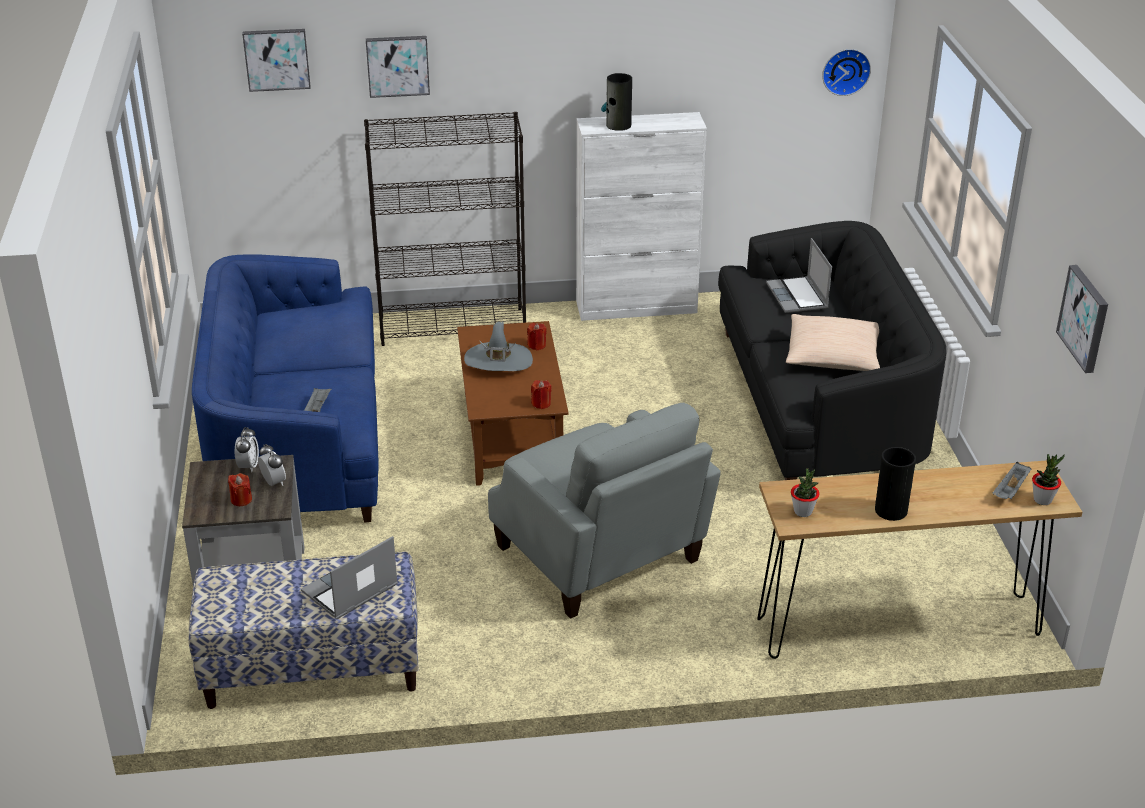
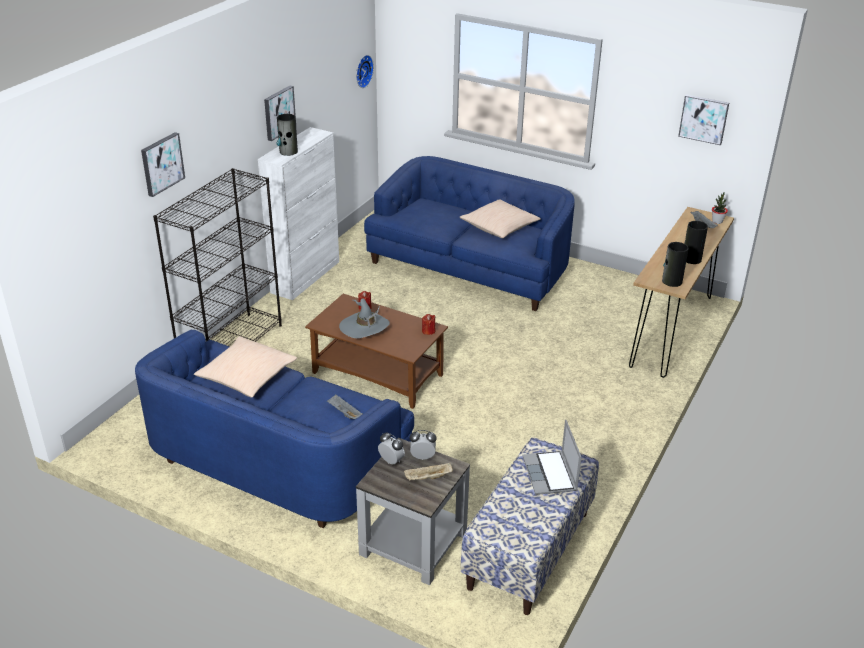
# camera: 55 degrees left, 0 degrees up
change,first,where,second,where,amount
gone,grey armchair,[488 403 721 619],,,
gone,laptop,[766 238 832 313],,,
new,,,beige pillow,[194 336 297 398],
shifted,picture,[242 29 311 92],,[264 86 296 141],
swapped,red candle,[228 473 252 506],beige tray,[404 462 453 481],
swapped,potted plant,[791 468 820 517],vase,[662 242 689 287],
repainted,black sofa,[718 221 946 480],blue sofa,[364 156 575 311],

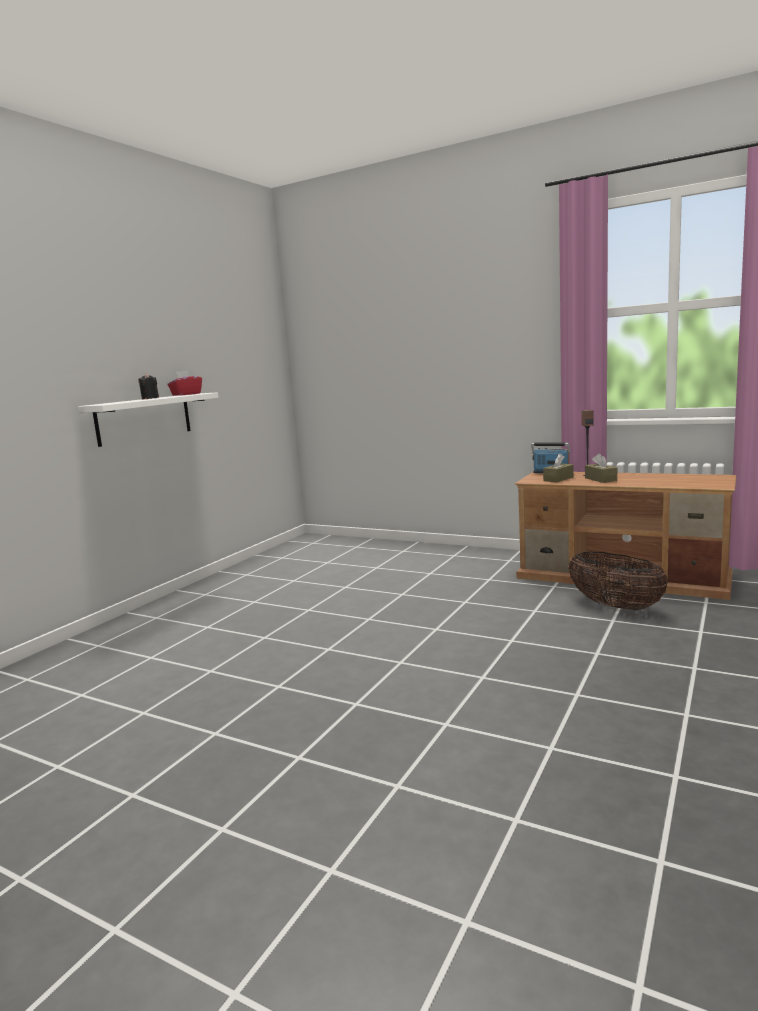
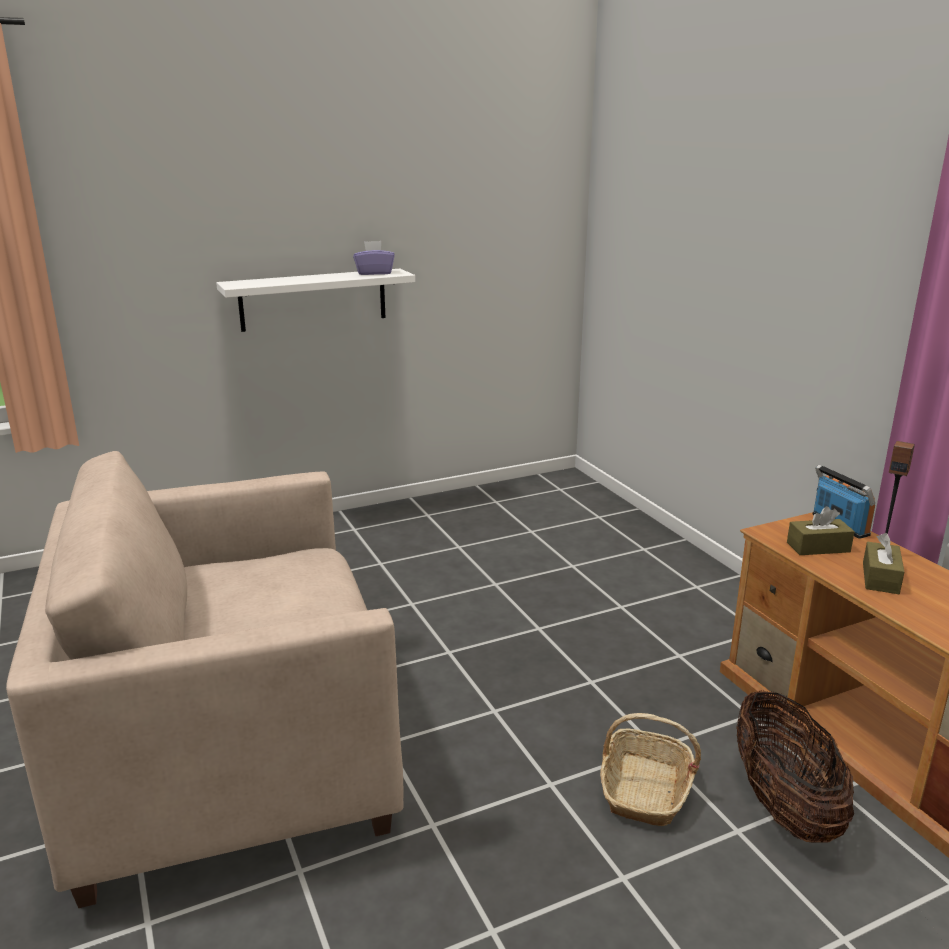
# camera: 35 degrees right, 10 degrees up
change,first,where,second,where,amount
gone,black candle,[138 374 159 399],,,
new,,,beige armchair,[6 451 404 908],
new,,,basket,[600 713 701 826],
repainted,red tissue box,[168 371 202 396],purple tissue box,[353 241 395 275],

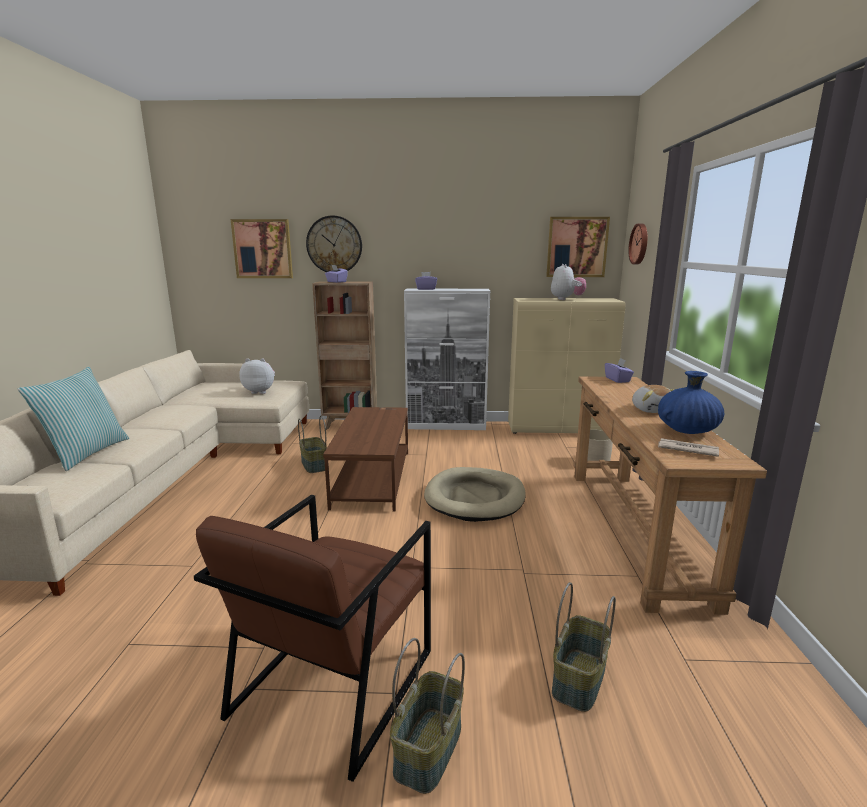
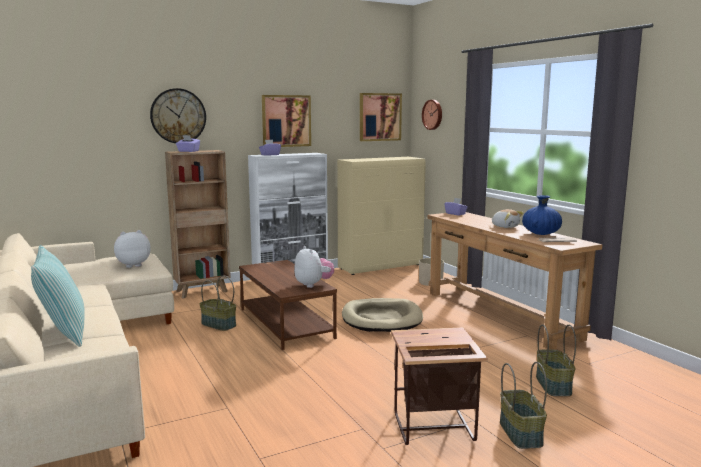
# camera: 30 degrees left, 5 degrees down
change,first,where,second,where,amount
shifted,picture,[231 219 293 278],,[262 95 311 147],
shifted,plush toy,[551 264 586 300],,[294 246 334 288],
swapped,brown armchair,[194 495 431 782],side table,[391 328 488 445],

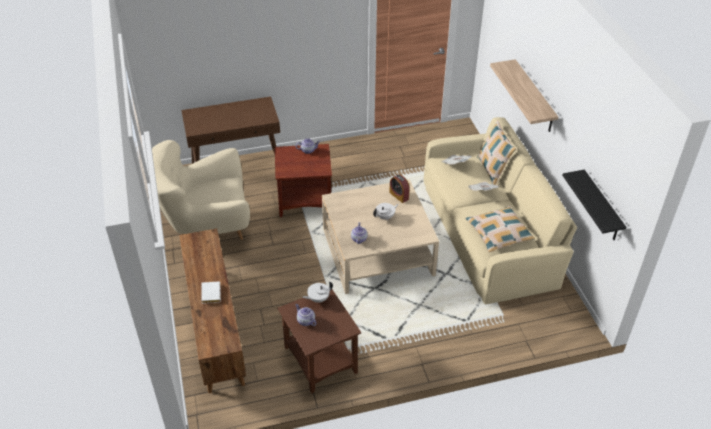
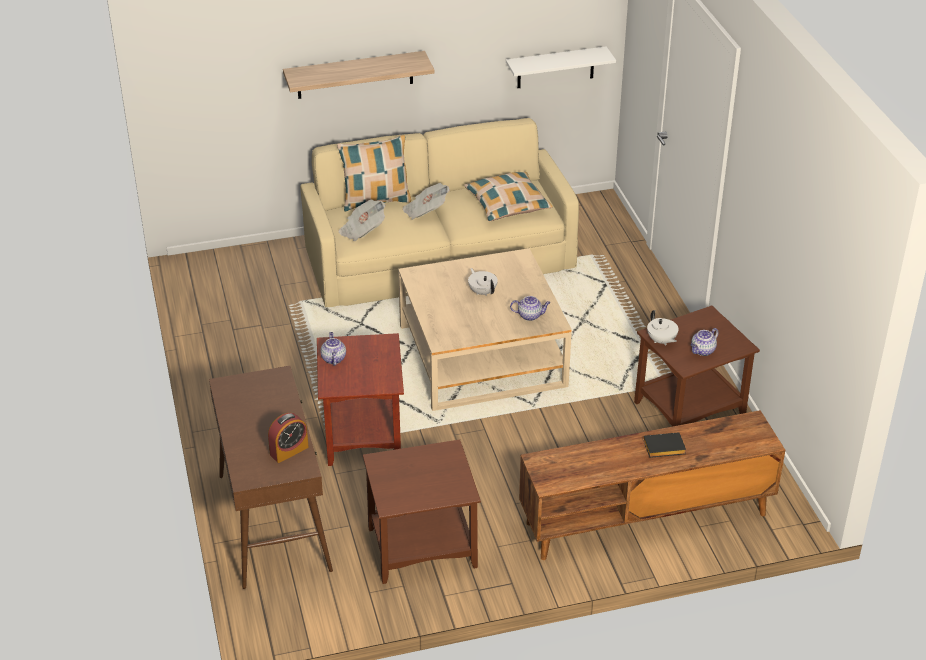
# camera: 90 degrees left, 5 degrees down
change,first,where,second,where,amount
shifted,alarm clock,[389 174 410 203],,[268 413 309 463],
swapped,beige armchair,[152 140 250 240],brown side table,[363 440 481 584],
repainted,white book,[201 281 221 304],black book,[643 432 686 458],
repainted,black shelf,[562 170 626 240],white shelf,[506 46 616 88],

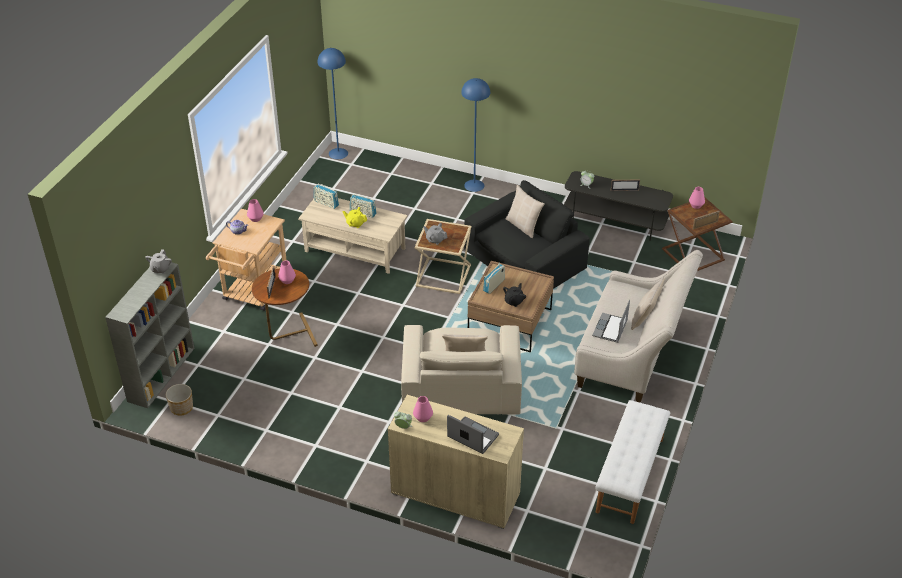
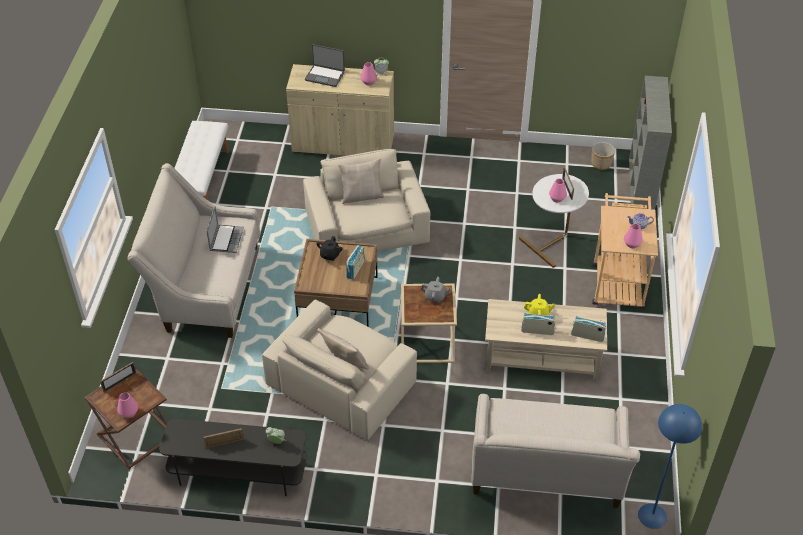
# camera: 165 degrees right, 5 degrees up
change,first,where,second,where,amount
gone,grey teapot,[145 249 172 274],,,
gone,blue floor lamp,[461 78 490 192],,,
gone,beige pillow,[631 277 665 330],,,
new,,,beige sofa,[471 394 640 508],
repainted,brown side table,[252 269 318 347],white side table,[519 174 589 268],
repainted,black armchair,[464 180 590 289],beige armchair,[262 299 417 440],

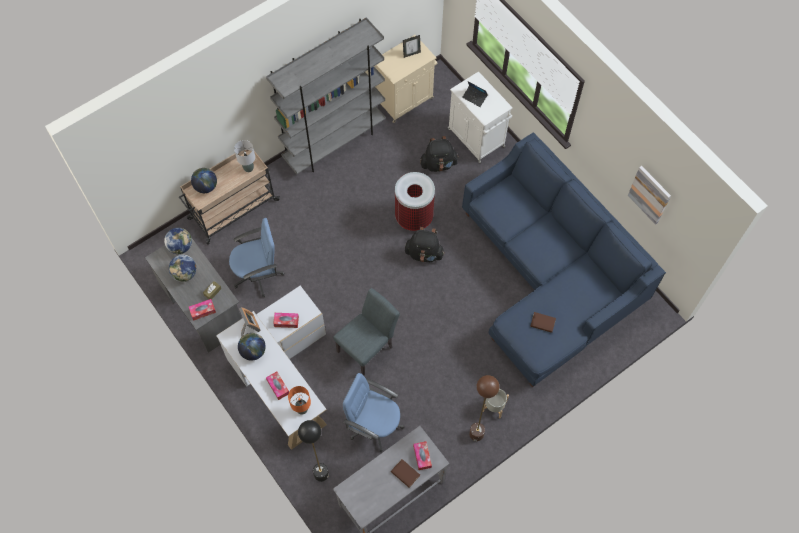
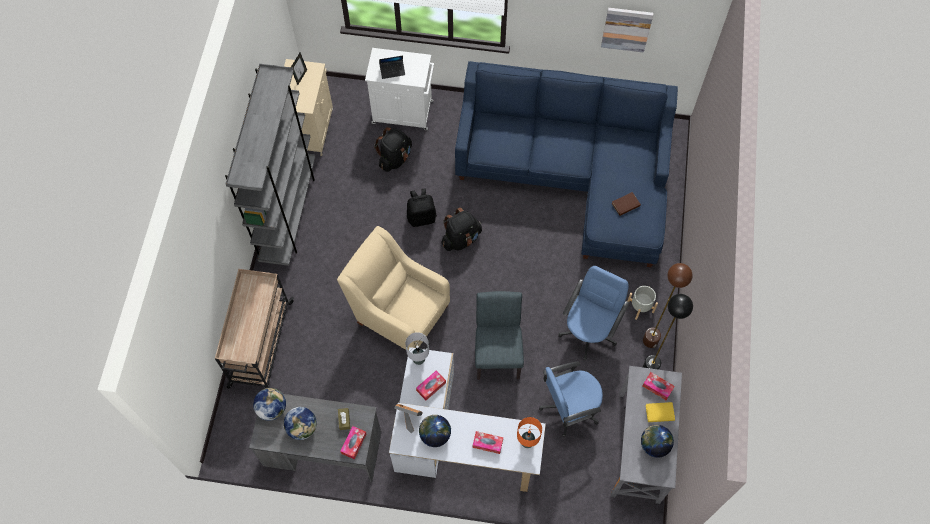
# camera: 45 degrees left, 0 degrees up
change,first,where,second,where,amount
new,,,beige armchair,[337 226 450 350],
shifted,globe,[191 168 217 193],,[641 425 674 458],
shifted,blue office chair,[229 218 284 297],,[558 266 629 360],
shifted,grey table lamp,[234 140 255 172],,[405 332 429 365],
shifted,black floor lamp,[298 420 329 482],,[643 294 693 370],
swapped,trash can,[395 172 435 231],black backpack,[407 188 437 227],
repainted,brown book,[391 459 420 488],yellow book,[646 402 675 422],

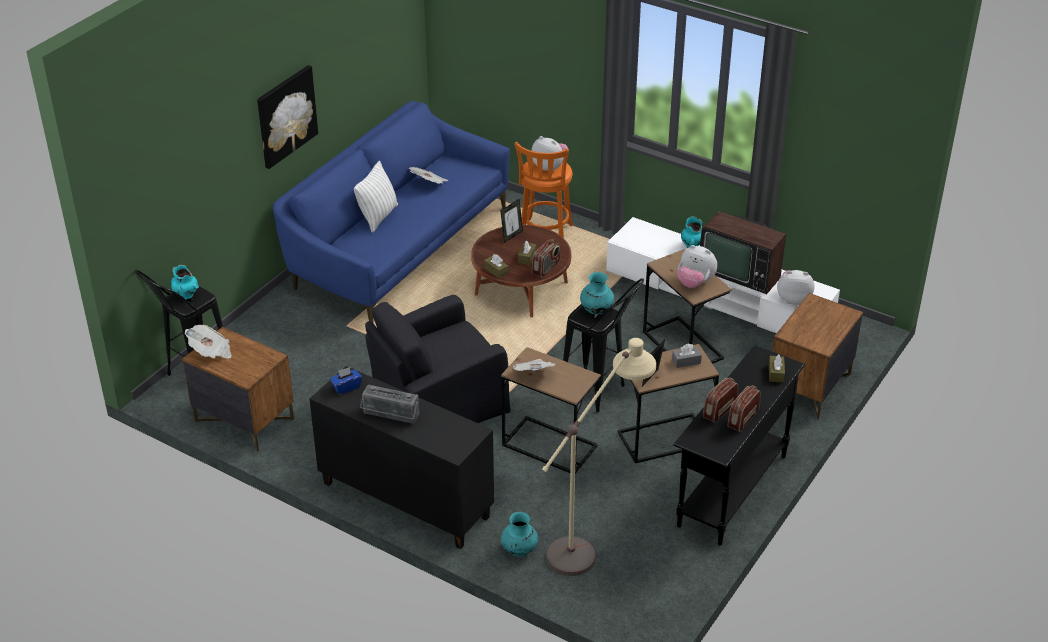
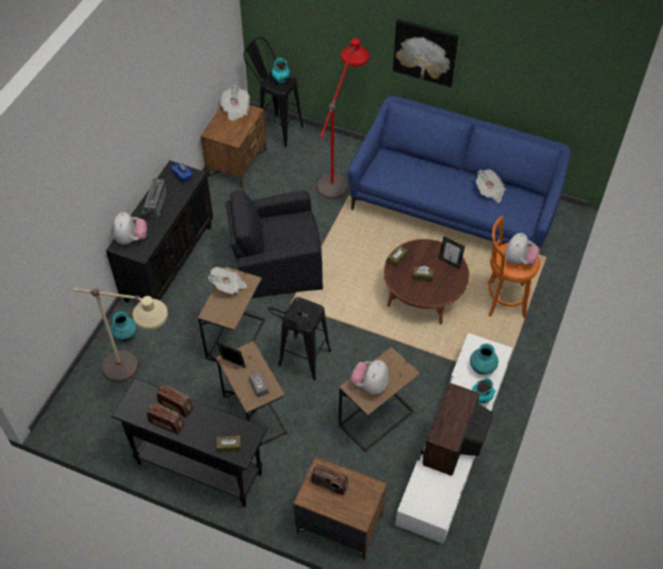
# camera: 80 degrees right, 15 degrees up
change,first,where,second,where,amount
gone,white pillow,[354 161 398 233],,,
new,,,red floor lamp,[317 38 369 199],
shifted,radio,[532 239 560 277],,[311 464 349 495],
shifted,turquoise vase,[580 272 614 314],,[470 344 498 374],
shifted,plush toy,[777 270 815 305],,[114 212 147 244],
rotated,black armchair,[365 295 511 423],,[226 190 323 299],60 degrees counterclockwise

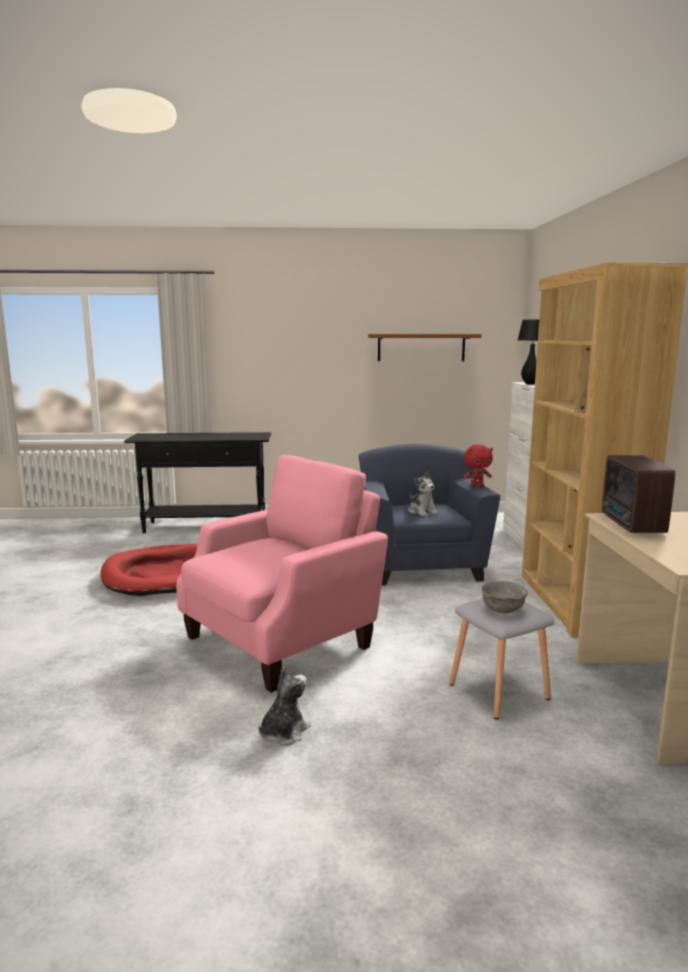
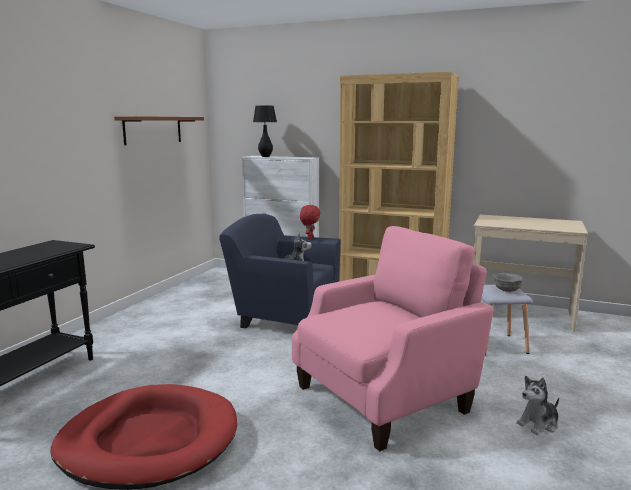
# camera: 65 degrees left, 0 degrees up
change,first,where,second,where,amount
gone,radio,[602 455 675 533],,,
rotated,pink armchair,[176 455 388 693],,[292 226 494 451],75 degrees clockwise
rotated,plush toy,[258 667 310 746],,[517 376 559 435],90 degrees counterclockwise

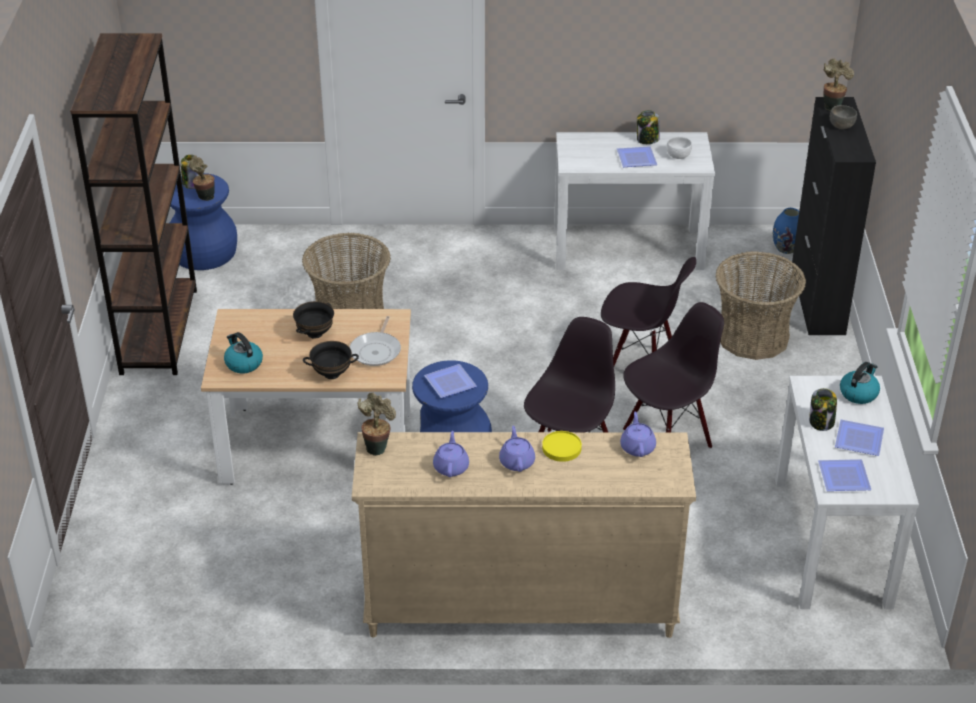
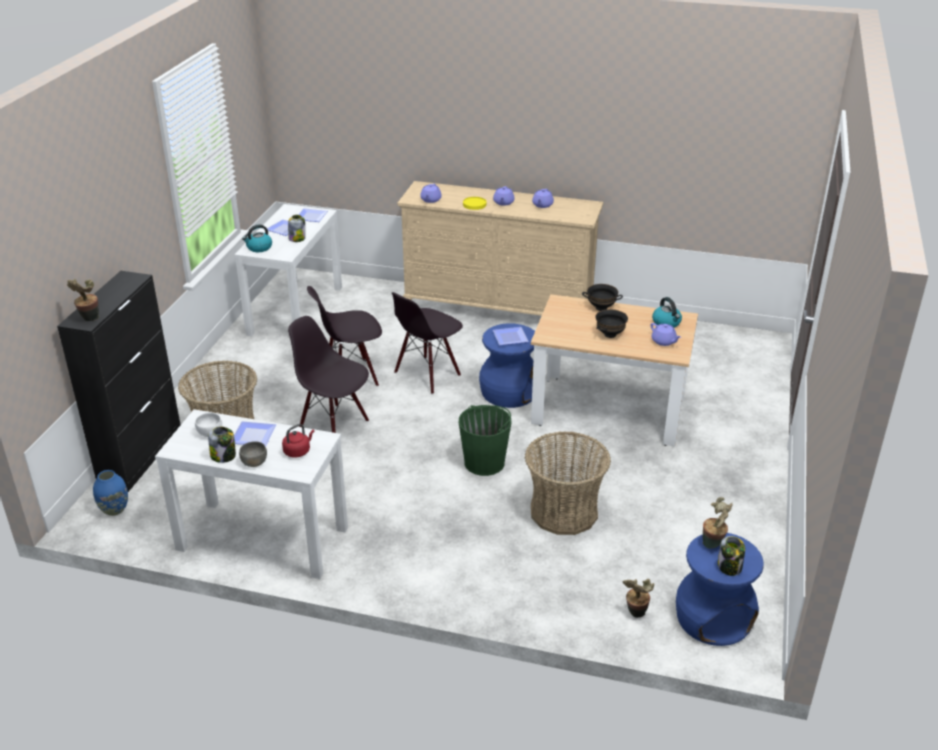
# camera: 165 degrees left, 5 degrees down
change,first,where,second,where,amount
gone,brown bookcase,[70 33 197 375],,,
gone,frying pan,[350 316 401 366],,,
new,,,red kettle,[282 424 315 458],
new,,,green bucket,[459 405 511 476],
new,,,purple teapot,[651 323 681 346],
shifted,potted plant,[357 392 396 456],,[623 579 654 618],
shifted,grey bowl,[830 105 857 129],,[239 441 267 467],

